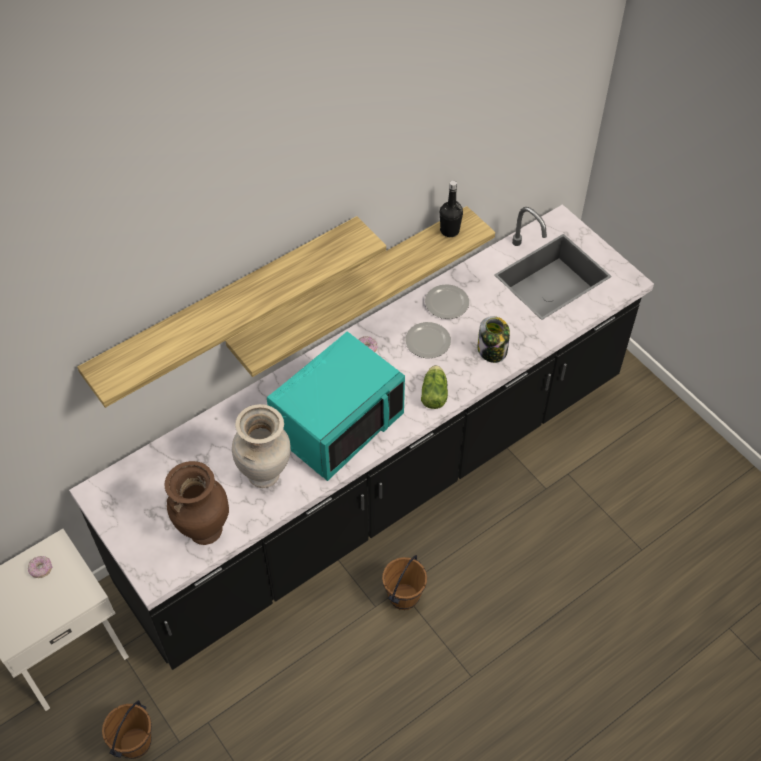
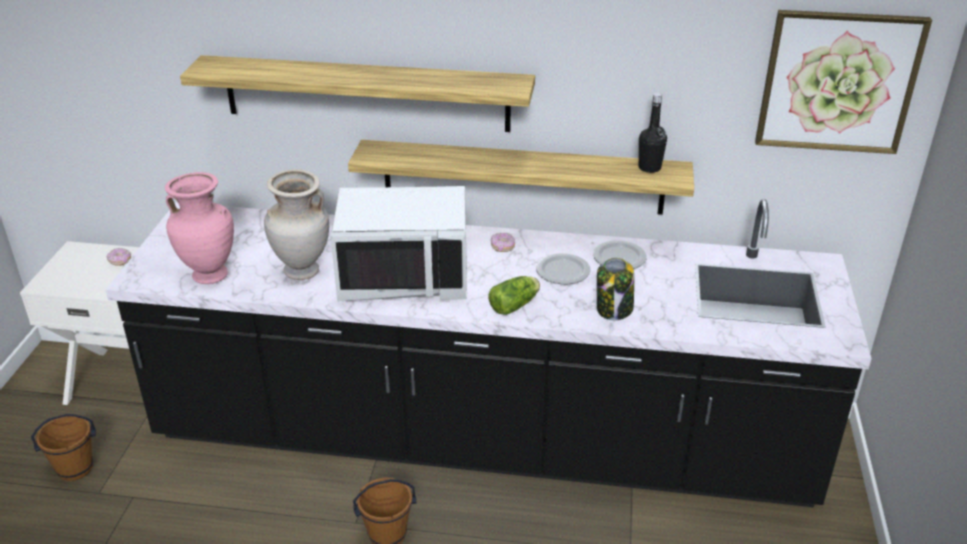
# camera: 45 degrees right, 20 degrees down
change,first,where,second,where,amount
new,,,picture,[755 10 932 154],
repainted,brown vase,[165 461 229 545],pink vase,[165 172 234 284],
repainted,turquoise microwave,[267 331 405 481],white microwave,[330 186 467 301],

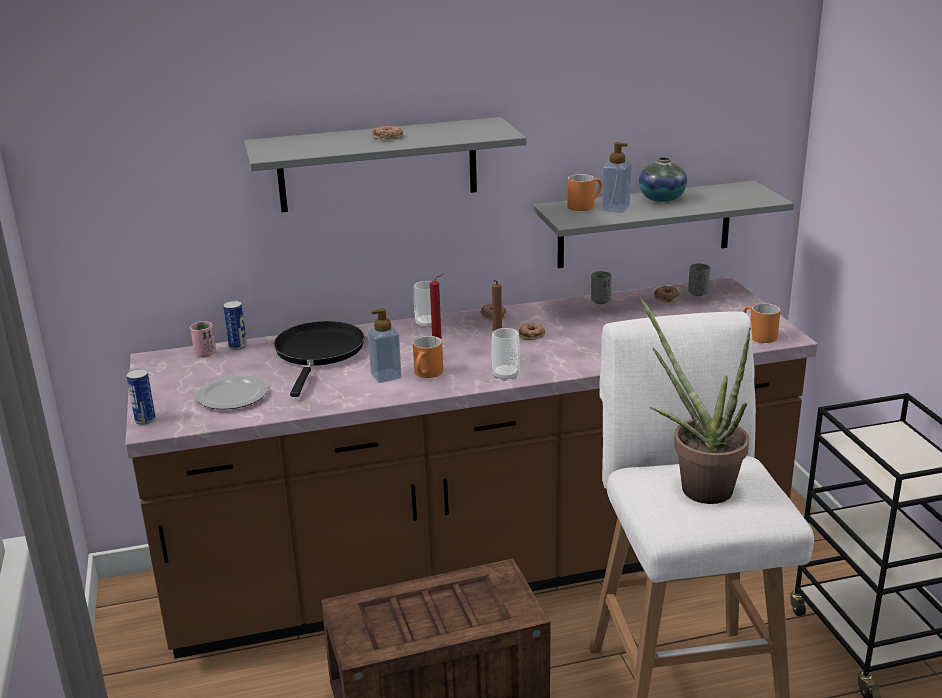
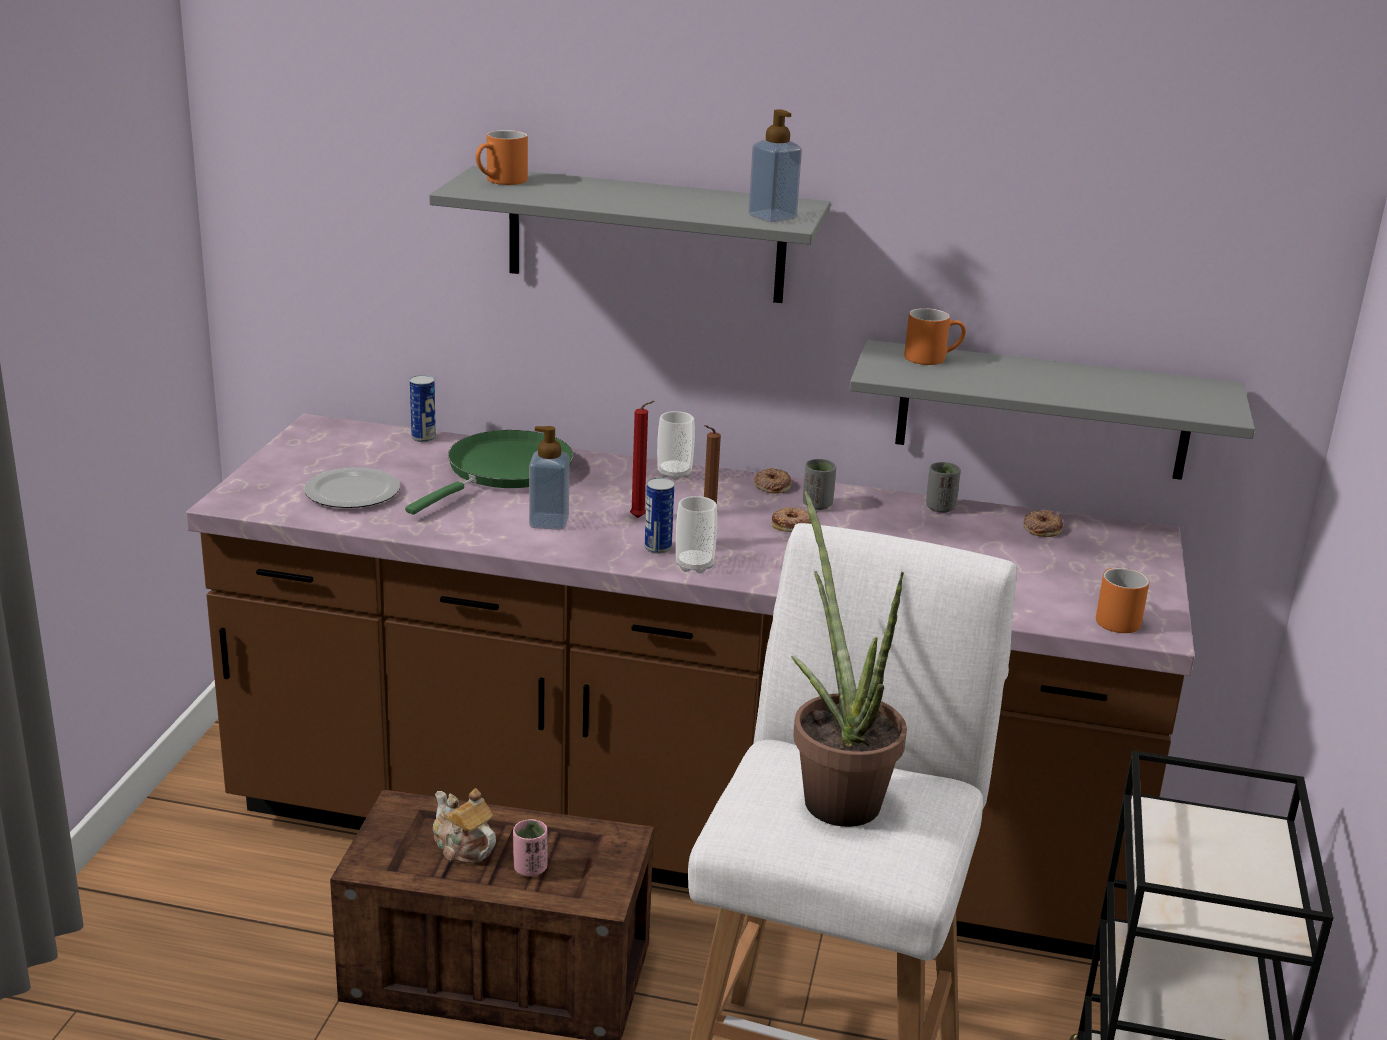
# camera: 25 degrees right, 0 degrees up
change,first,where,second,where,amount
gone,donut,[372 126 403 140],,,
gone,vase,[639 157 687 202],,,
new,,,teapot,[433 788 496 863],
shifted,can,[126 369 156 425],,[645 478 674 554],
shifted,pink cup,[190 321 216 357],,[513 819 548 877],
shifted,orange mug,[413 336 443 378],,[475 130 528 185],
shifted,soap dispenser,[602 142 632 213],,[748 109 802 222],
shifted,grey cup,[688 263 710 296],,[803 459 836 510],
repainted,black frying pan,[274 321 365 397],green frying pan,[405 430 573 514],

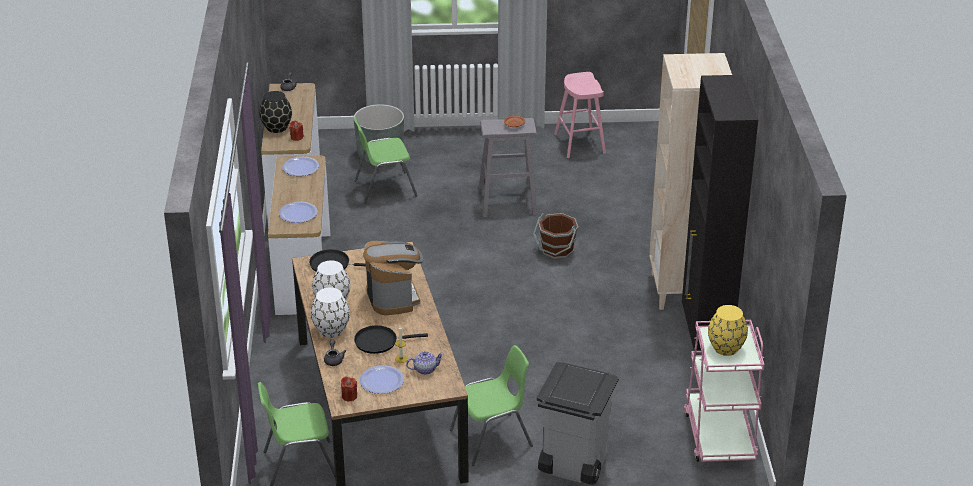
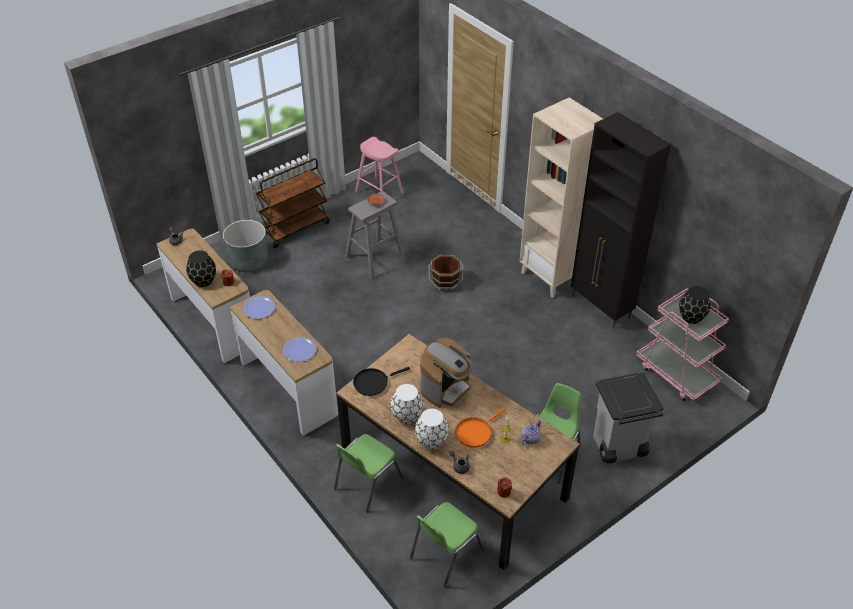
# camera: 35 degrees left, 10 degrees up
change,first,where,second,where,amount
gone,plate,[360 365 404 394],,,
new,,,brown cart,[256 158 330 248],
shifted,green chair,[354 117 418 204],,[334 434 404 513],
repainted,black frying pan,[354 325 428 354],orange frying pan,[455 407 506 447],
repainted,yellow vase,[708 305 748 356],black vase,[679 286 711 324],
rotated,coffee machine,[363 241 424 315],,[420 338 472 408],90 degrees clockwise

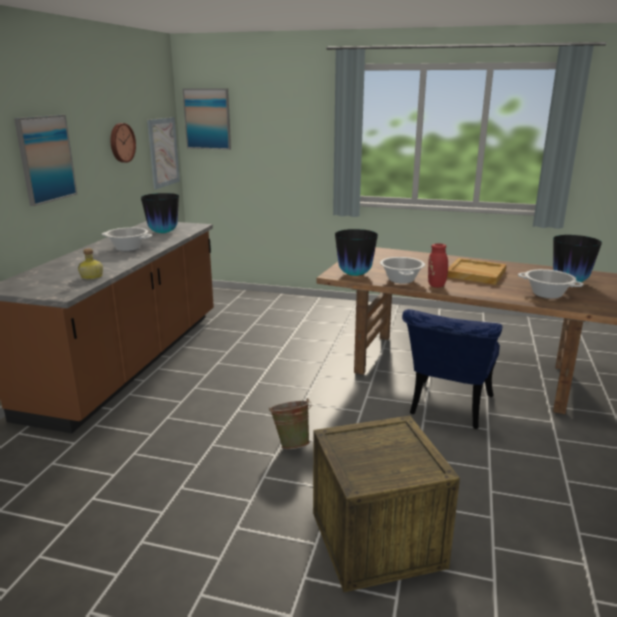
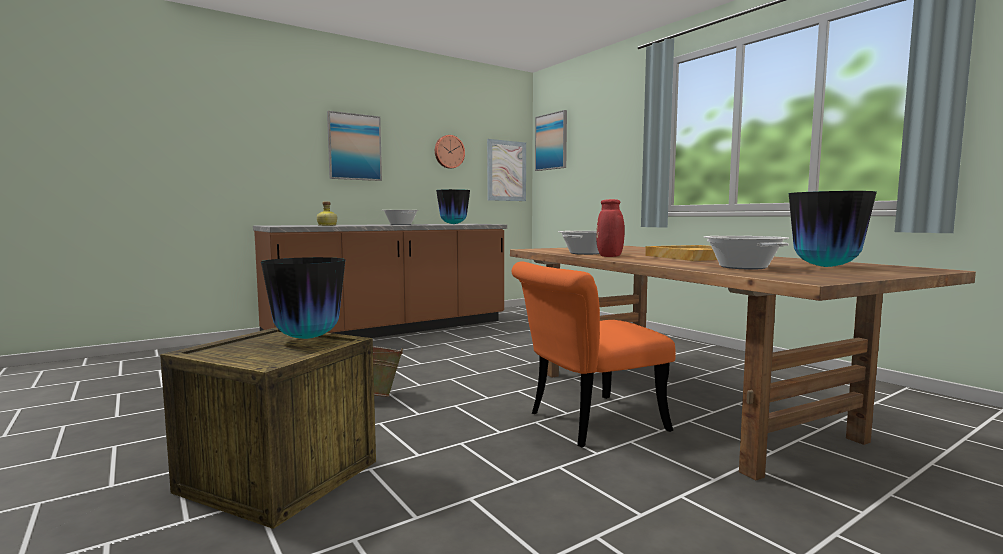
# camera: 40 degrees right, 15 degrees down
change,first,where,second,where,amount
shifted,vase,[335 229 378 276],,[261 257 345 339],
repainted,blue chair,[402 309 502 429],orange chair,[512 261 675 448],

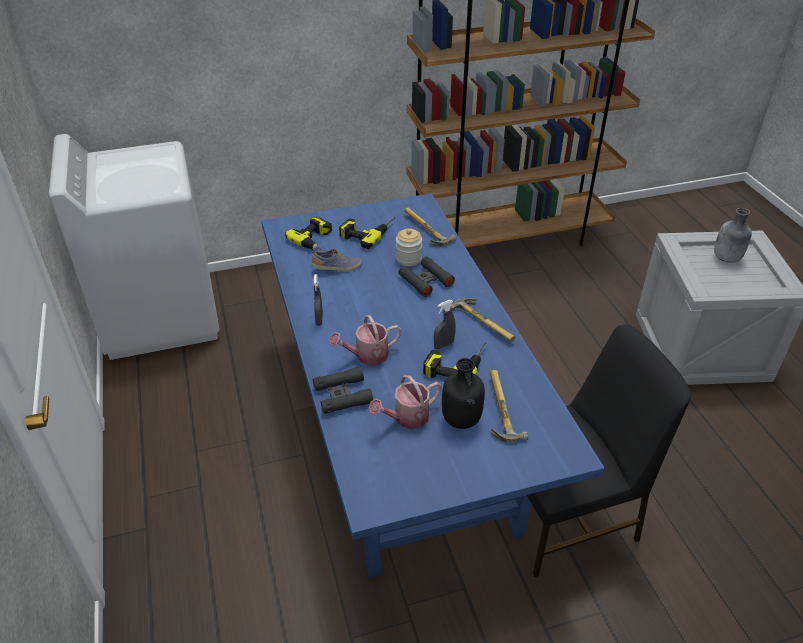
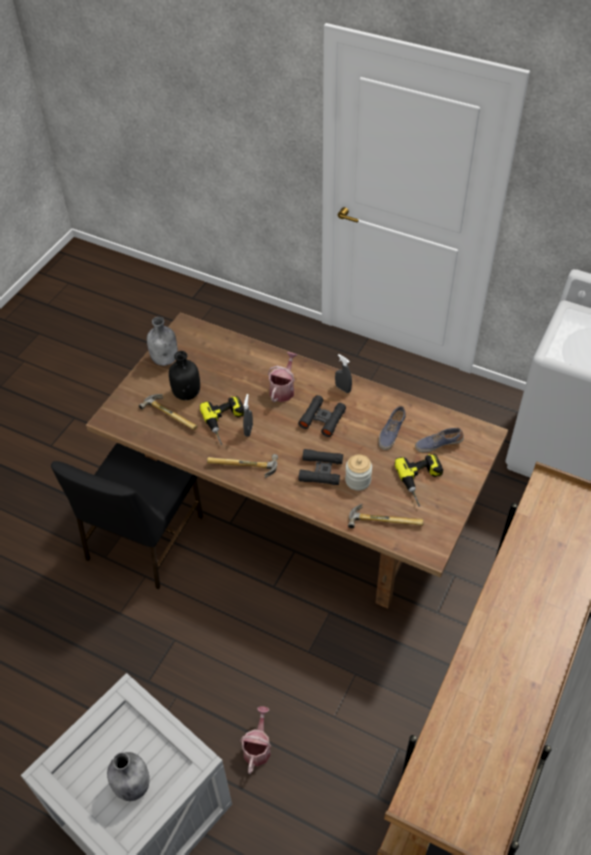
# camera: 135 degrees right, 10 degrees up
change,first,where,second,where,amount
new,,,grey bottle,[147 317 178 366],
shifted,black binoculars,[313 367 373 414],,[298 395 346 437],
shifted,watering can,[368 375 442 429],,[240 706 271 774],
swapped,power drill,[285 217 332 252],shoe,[415 428 464 452],
repainted,blue dining table,[262 193 605 578],brown dining table,[86 313 508 609],

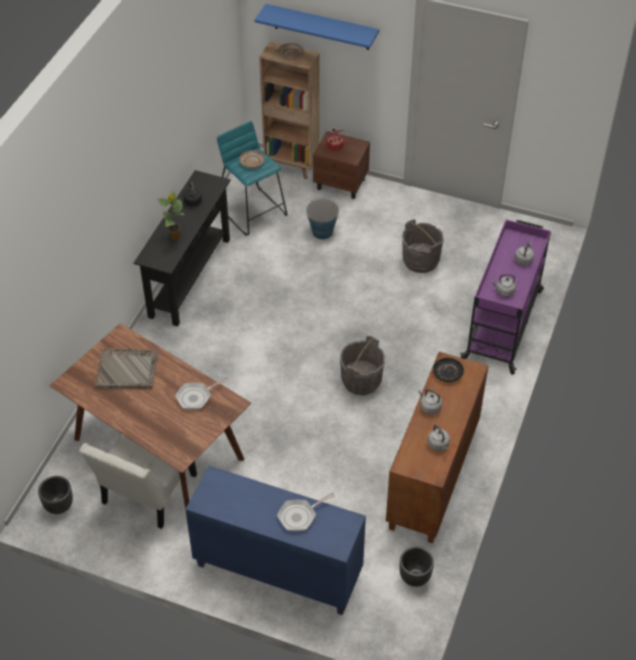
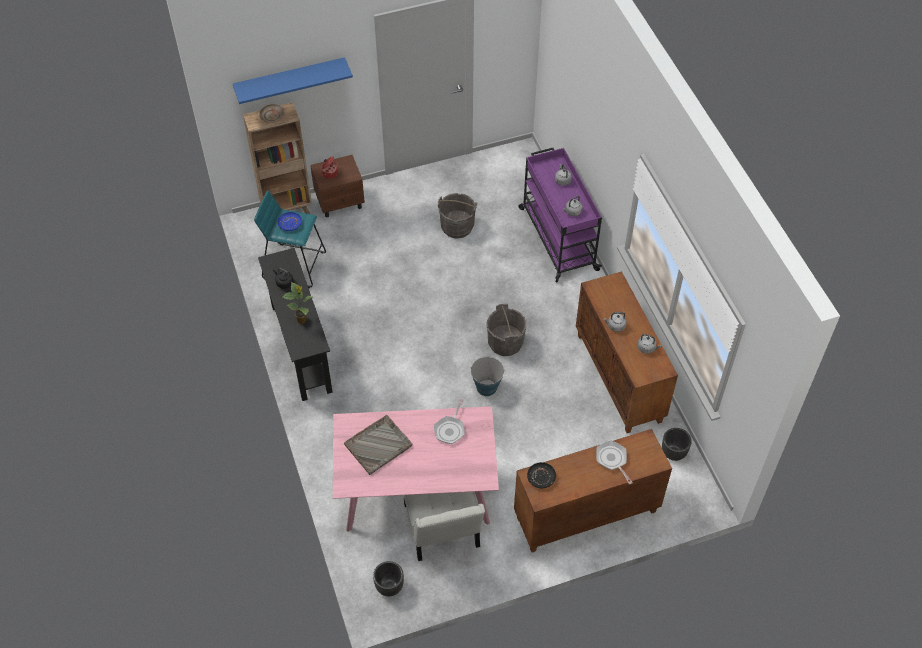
# camera: 40 degrees left, 5 degrees up
change,first,where,second,where,amount
shifted,bucket,[306 199 340 239],,[470 357 505 396],
shifted,black plate,[433 358 464 382],,[527 462 556 488],
repainted,brown dining table,[49 323 251 509],pink dining table,[333 406 499 532],
repainted,blue cabinet,[185 465 366 615],brown cabinet,[514 429 672 552],
repainted,beige plate,[239 150 265 168],blue plate,[277 212 302 231],
rotated,frying pan,[277 492 335 531],,[596 440 633 484],135 degrees clockwise

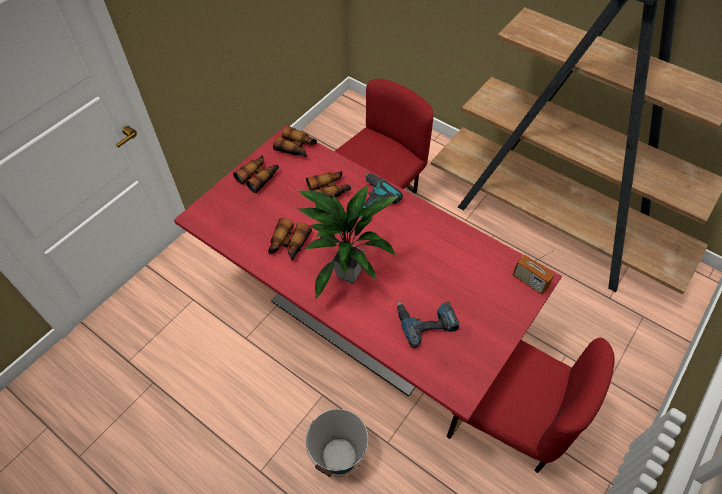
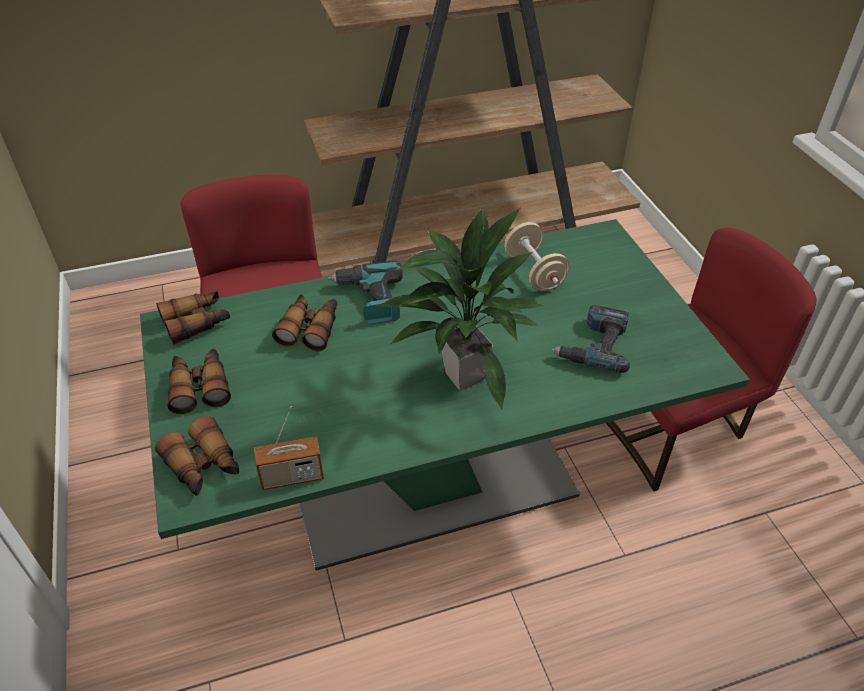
# camera: 55 degrees left, 10 degrees down
change,first,where,second,where,amount
gone,bucket,[306 409 368 477],,,
new,,,beige dumbbell,[504 222 570 291],
shifted,binoculars,[268 218 312 260],,[155 416 239 496],
shifted,radio,[513 251 555 294],,[254 406 324 490],
repainted,red dining table,[174 125 562 422],green dining table,[140 219 750 571],

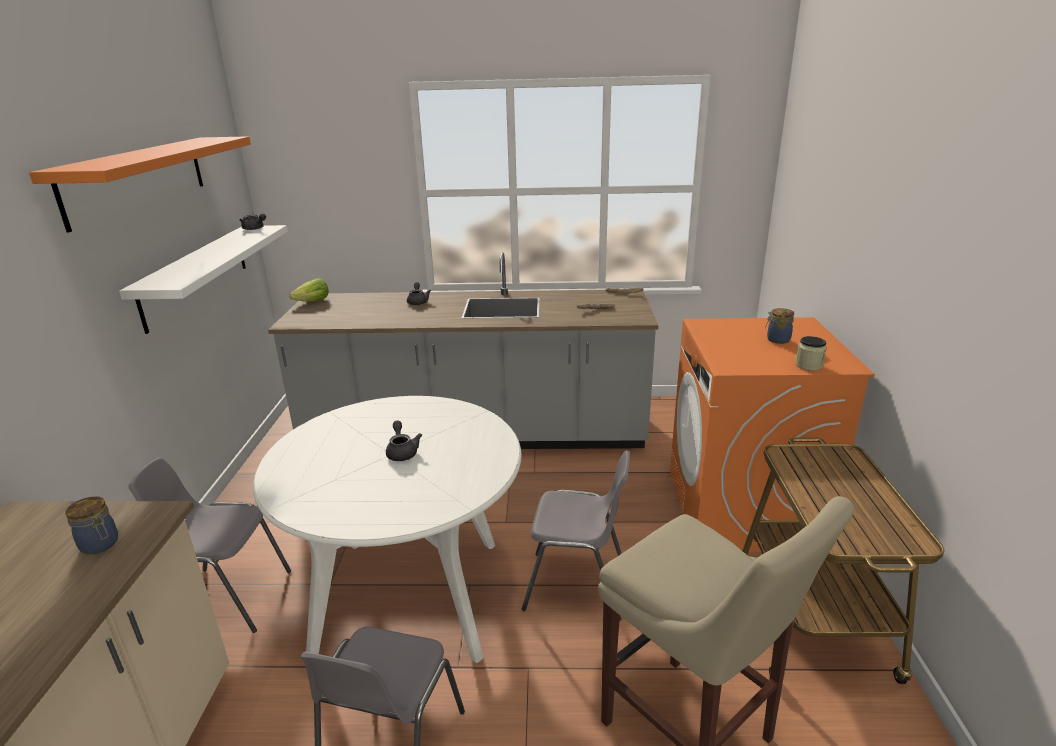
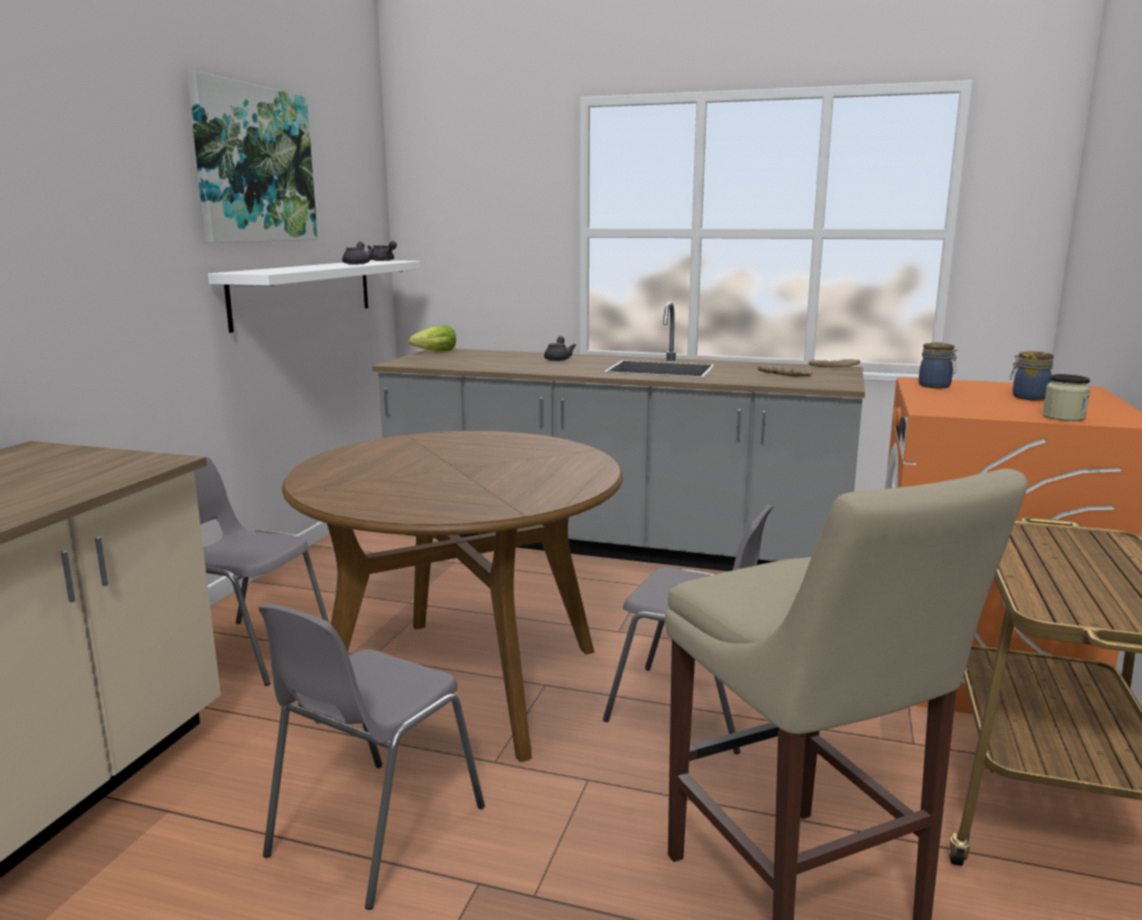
# camera: 15 degrees right, 10 degrees down
change,first,where,second,where,amount
shifted,jar,[65 496 118 555],,[919 342 957 388],
shifted,grey teapot,[386 420 422 461],,[342 242 375 264],
swapped,orange shelf,[29 136 251 233],picture,[187 71 318 243],
repainted,white dining table,[253 396 522 663],brown dining table,[282 431 623 762],

